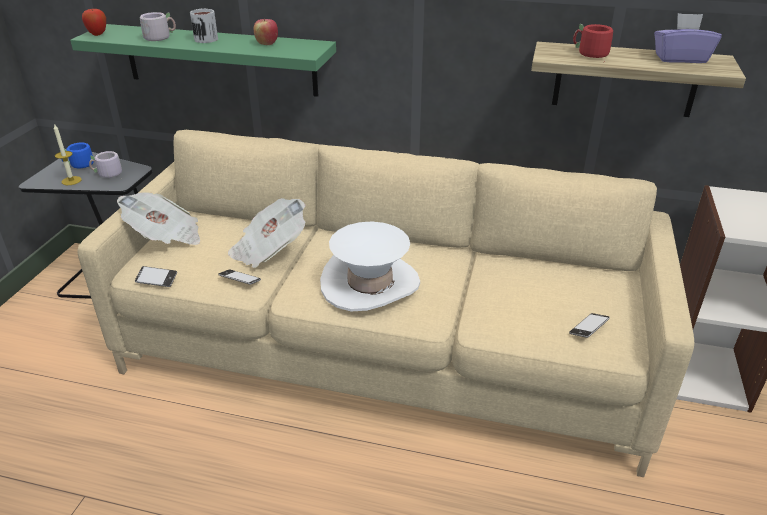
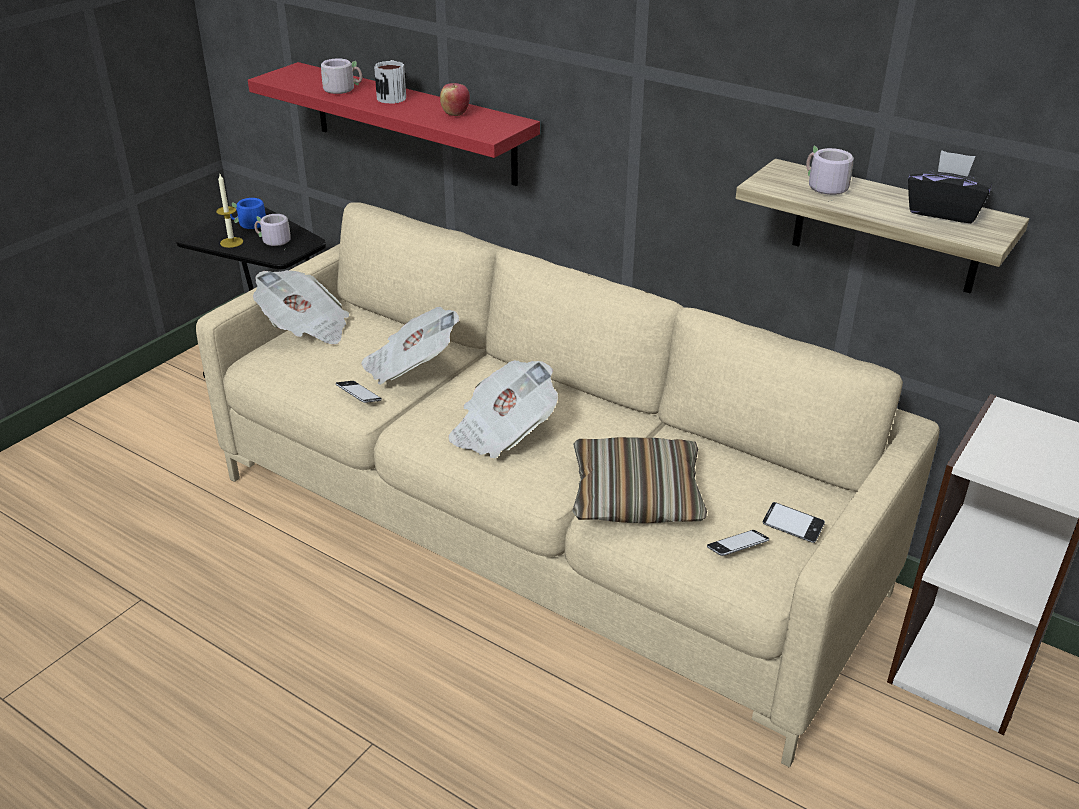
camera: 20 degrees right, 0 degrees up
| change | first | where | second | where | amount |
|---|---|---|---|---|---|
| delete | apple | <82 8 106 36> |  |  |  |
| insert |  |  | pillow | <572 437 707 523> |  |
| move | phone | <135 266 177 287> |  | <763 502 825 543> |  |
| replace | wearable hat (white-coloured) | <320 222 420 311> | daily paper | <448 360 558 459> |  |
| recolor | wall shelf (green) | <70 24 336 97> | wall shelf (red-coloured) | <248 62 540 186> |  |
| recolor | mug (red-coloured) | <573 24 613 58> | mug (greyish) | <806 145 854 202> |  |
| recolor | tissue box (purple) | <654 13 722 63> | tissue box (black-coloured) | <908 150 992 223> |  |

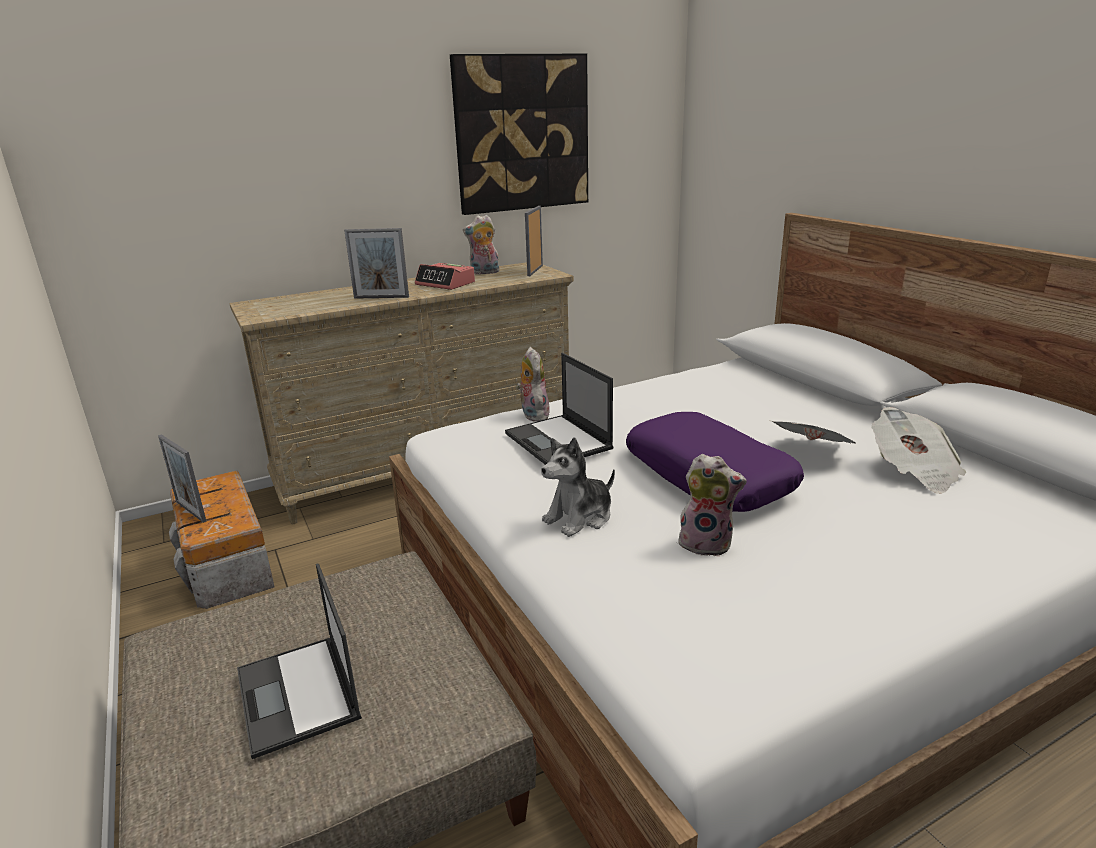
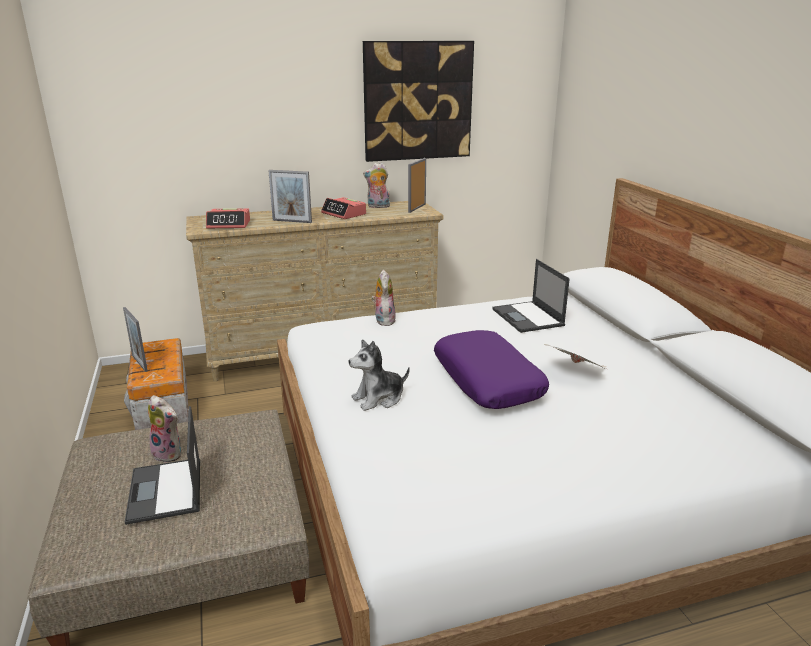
camera: 10 degrees right, 0 degrees up
| change | first | where | second | where | amount |
|---|---|---|---|---|---|
| delete | daily paper | <871 407 966 494> |  |  |  |
| insert |  |  | table clock | <206 208 250 228> |  |
| move | laptop | <505 353 614 465> |  | <492 259 570 333> |  |
| move | plush toy | <676 454 747 557> |  | <148 395 181 463> |  |

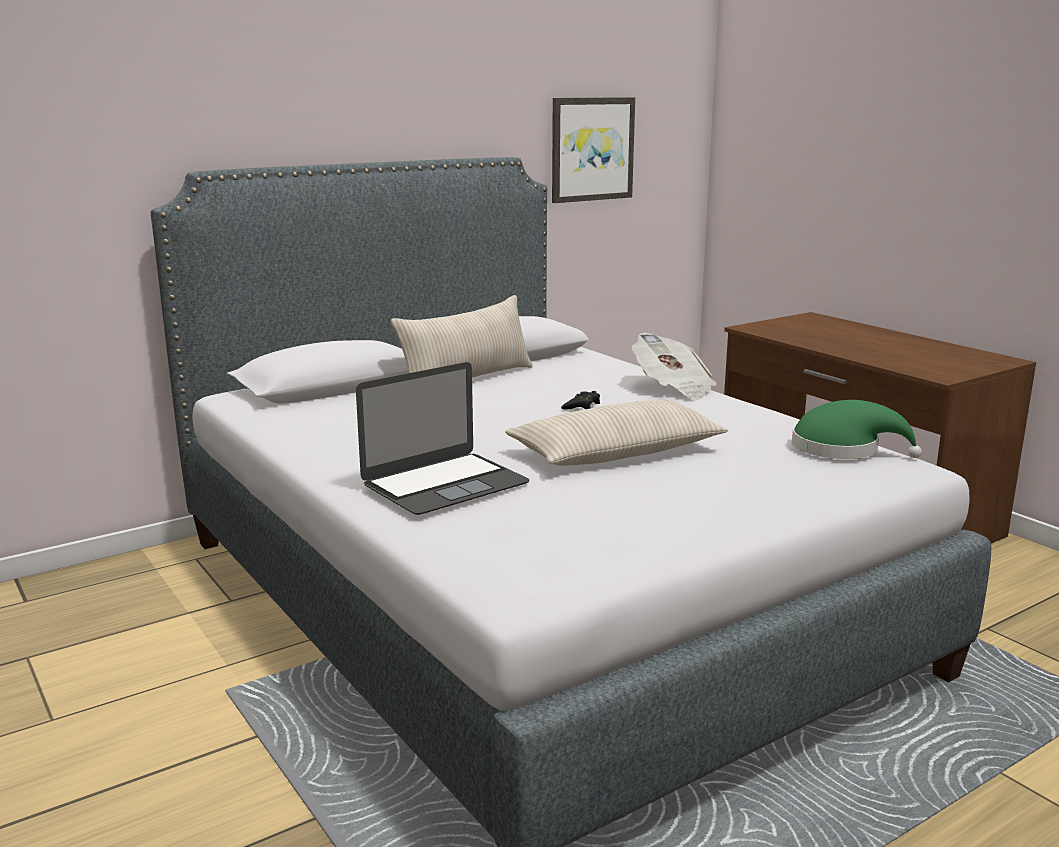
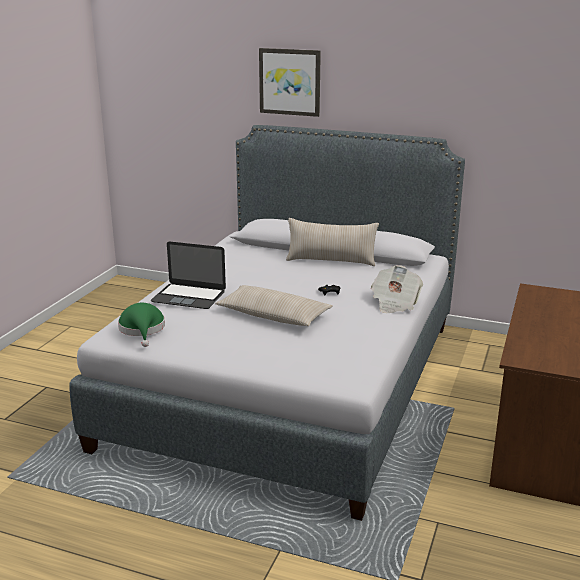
camera: 55 degrees right, 5 degrees up
| change | first | where | second | where | amount |
|---|---|---|---|---|---|
| move | picture | <552 97 635 203> |  | <259 48 321 117> |  |
| move | wearable hat (green) | <792 400 922 459> |  | <118 303 165 347> |  |

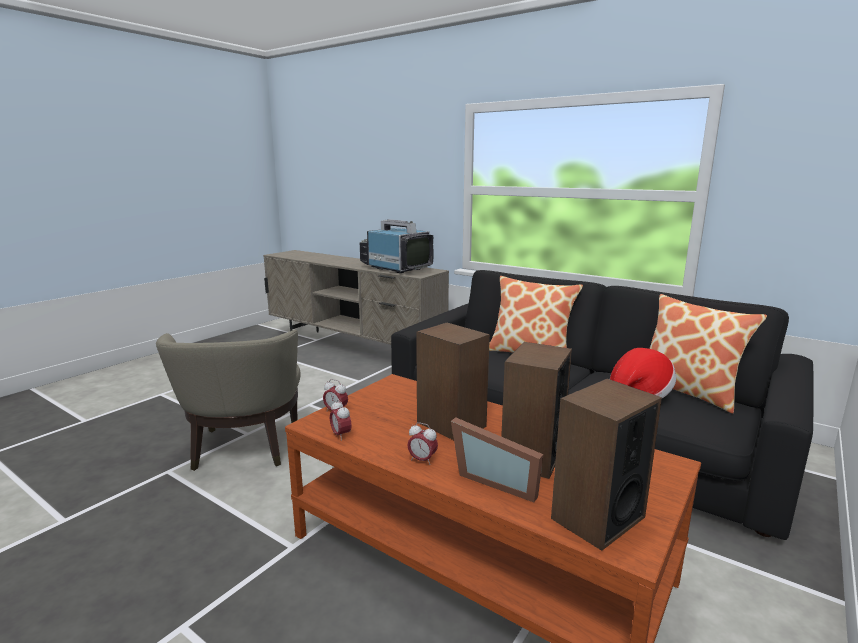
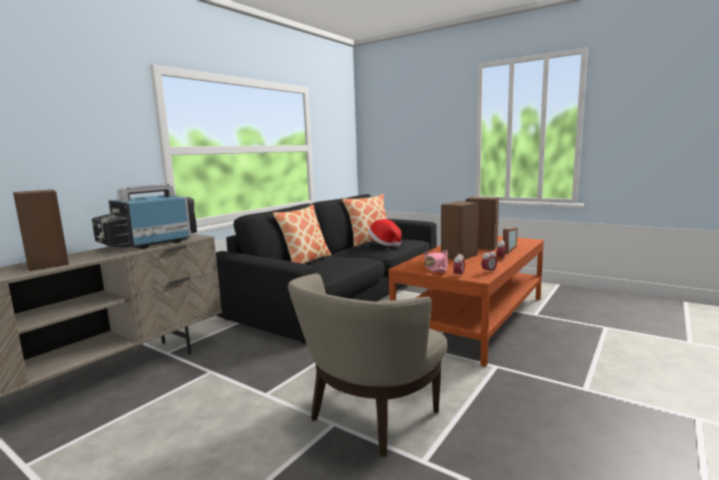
camera: 90 degrees left, 5 degrees down
| change | first | where | second | where | amount |
|---|---|---|---|---|---|
| insert |  |  | wearable hat (pink-coloured) | <424 250 448 272> |  |
| move | speaker | <551 379 662 551> |  | <13 190 69 271> |  |
| rotate | armchair (sand-coloured) | <156 330 300 471> |  | <288 273 447 456> | 135 degrees clockwise |

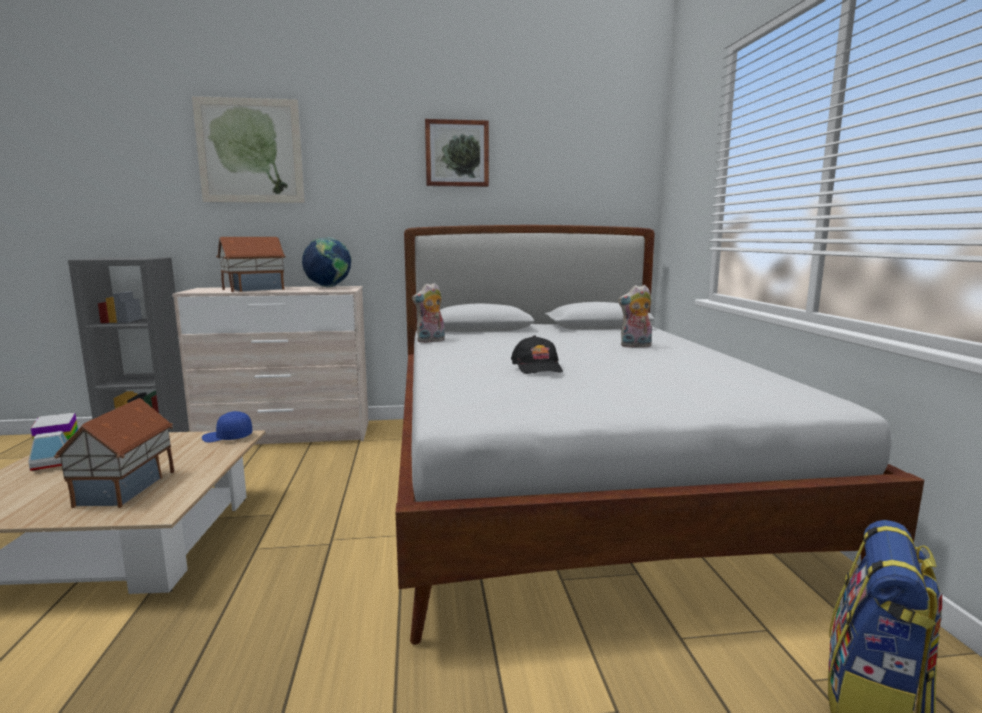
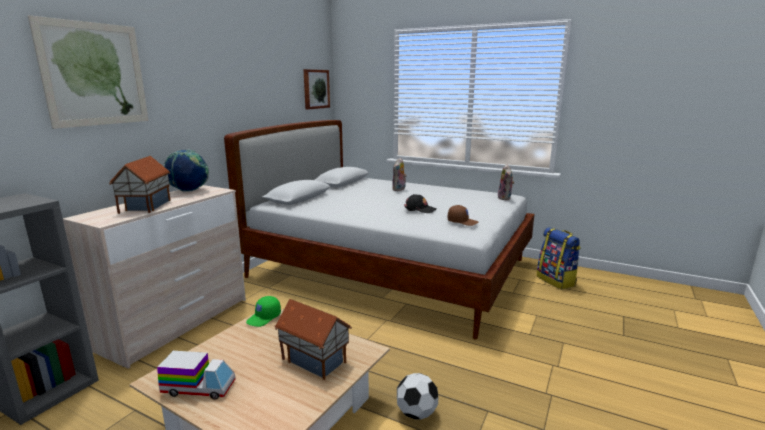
camera: 55 degrees left, 5 degrees up
| change | first | where | second | where | amount |
|---|---|---|---|---|---|
| insert |  |  | ball for football | <397 373 438 420> |  |
| insert |  |  | baseball cap (brown) | <448 205 478 226> |  |
| move | plush toy | <412 283 445 343> |  | <498 164 515 200> |  |
| move | picture | <425 119 489 187> |  | <303 69 330 109> |  |
| recolor | baseball cap (blue) | <202 411 252 443> | baseball cap (green) | <246 296 281 327> |  |

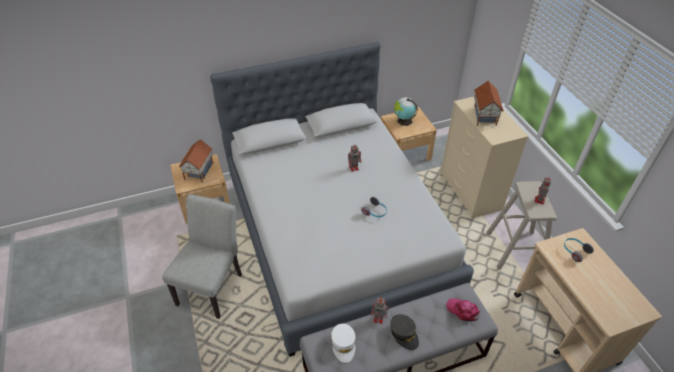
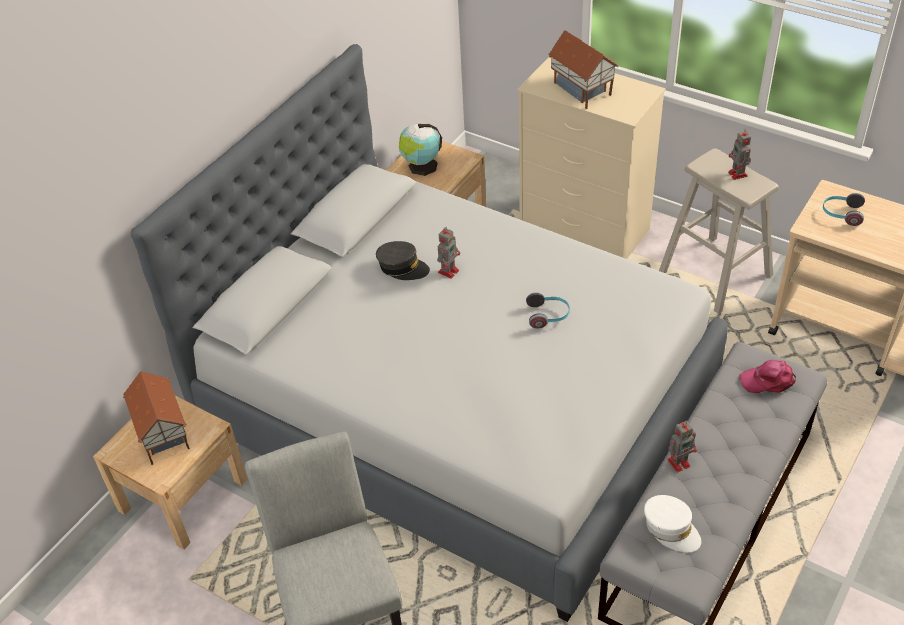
camera: 35 degrees left, 0 degrees up
| change | first | where | second | where | amount |
|---|---|---|---|---|---|
| move | baseball cap (greyish) | <391 314 419 350> |  | <376 241 430 280> |  |

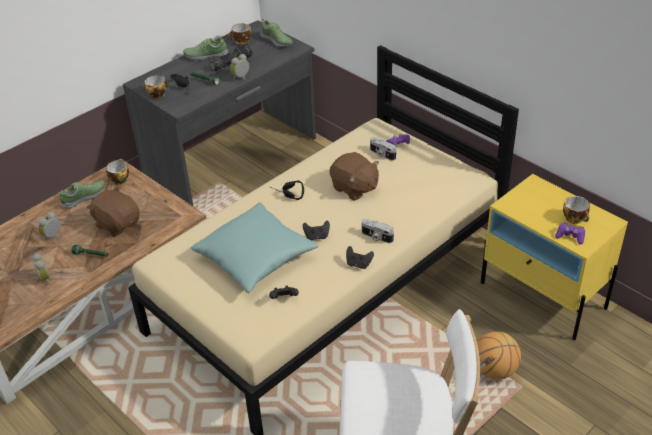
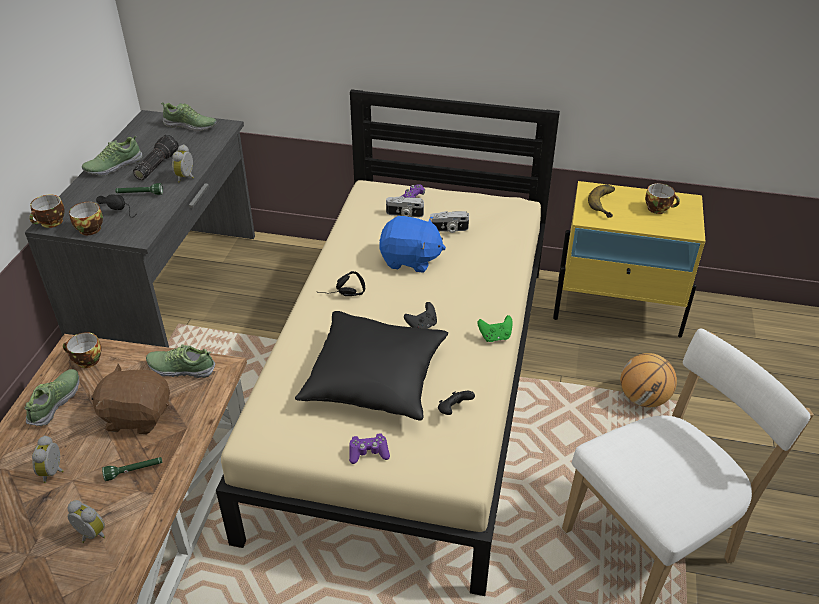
camera: 35 degrees left, 0 degrees up
| change | first | where | second | where | amount |
|---|---|---|---|---|---|
| insert |  |  | shoe | <146 344 215 378> |  |
| insert |  |  | whole banana | <588 185 615 218> |  |
| move | drinking cup | <228 23 251 45> |  | <29 195 65 228> |  |
| move | photo camera | <362 219 394 243> |  | <430 211 469 233> |  |
| move | joypad (purple) | <555 222 585 244> |  | <349 433 390 464> |  |
| recolor | pillow (blue-green) | <190 203 319 293> | pillow (black-coloured) | <295 311 448 421> |  |
| recolor | plush toy (brown) | <329 152 379 201> | plush toy (blue) | <379 216 446 273> |  |
| recolor | joypad (black-coloured) | <346 246 374 269> | joypad (green) | <478 315 513 342> |  |

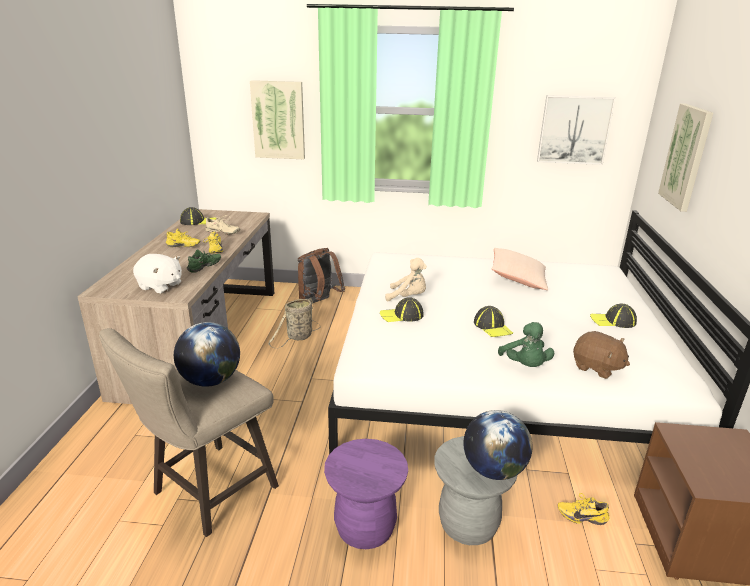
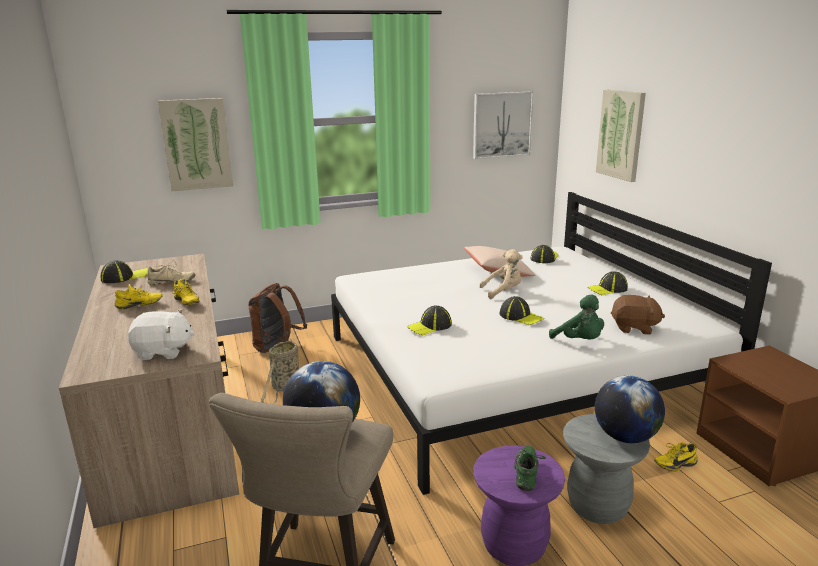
camera: 25 degrees left, 5 degrees down
| change | first | where | second | where | amount |
|---|---|---|---|---|---|
| insert |  |  | baseball cap | <531 245 559 263> |  |
| move | shoe (green) | <187 250 221 273> |  | <514 446 546 491> |  |
| move | plush toy (sand-coloured) | <385 258 427 301> |  | <479 249 523 299> |  |

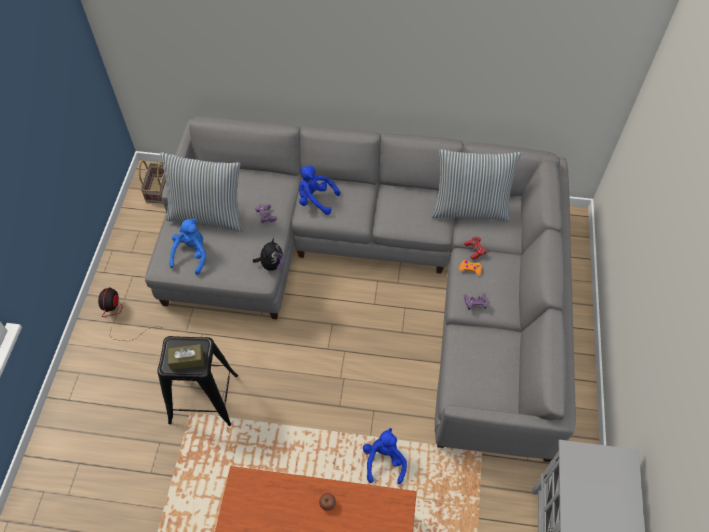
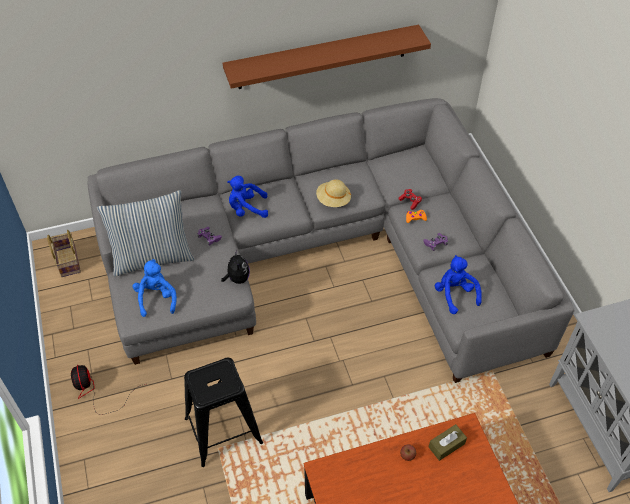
camera: 25 degrees left, 5 degrees down
| change | first | where | second | where | amount |
|---|---|---|---|---|---|
| delete | pillow | <432 149 521 222> |  |  |  |
| insert |  |  | wall shelf (brown) | <223 25 431 89> |  |
| insert |  |  | wearable hat (sand-coloured) | <316 179 351 207> |  |
| move | tissue box (brown) | <168 344 204 370> |  | <429 424 467 461> |  |
| move | plush toy (blue) | <363 428 407 484> |  | <435 255 482 314> |  |

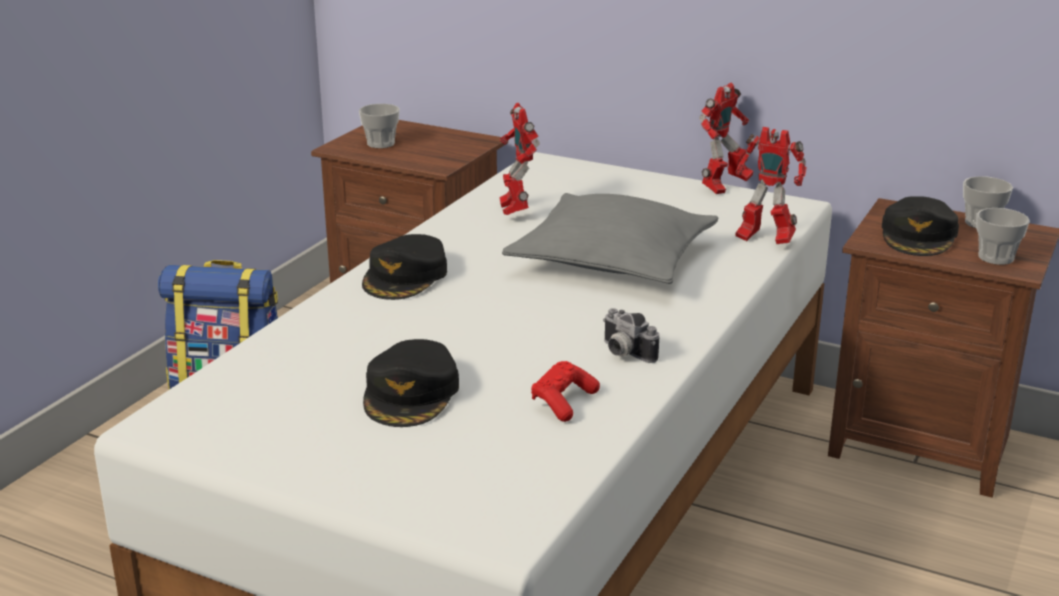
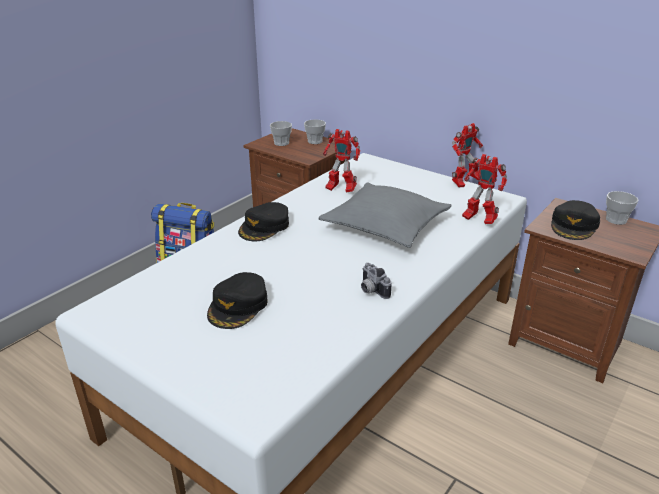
camera: 10 degrees right, 5 degrees up
| change | first | where | second | where | amount |
|---|---|---|---|---|---|
| delete | joypad (red-coloured) | <531 361 600 422> |  |  |  |
| move | drinking cup | <976 208 1030 265> |  | <304 120 326 144> |  |
| rotate | robot figure | <499 103 540 215> |  | <323 129 360 192> | 60 degrees counterclockwise |

